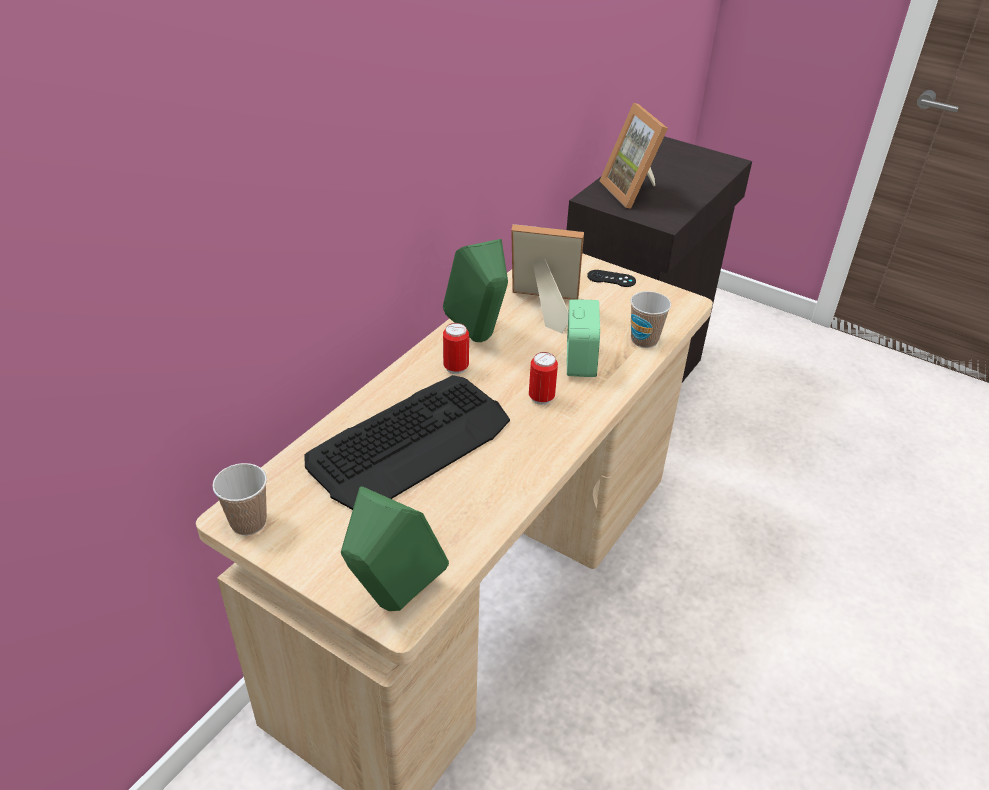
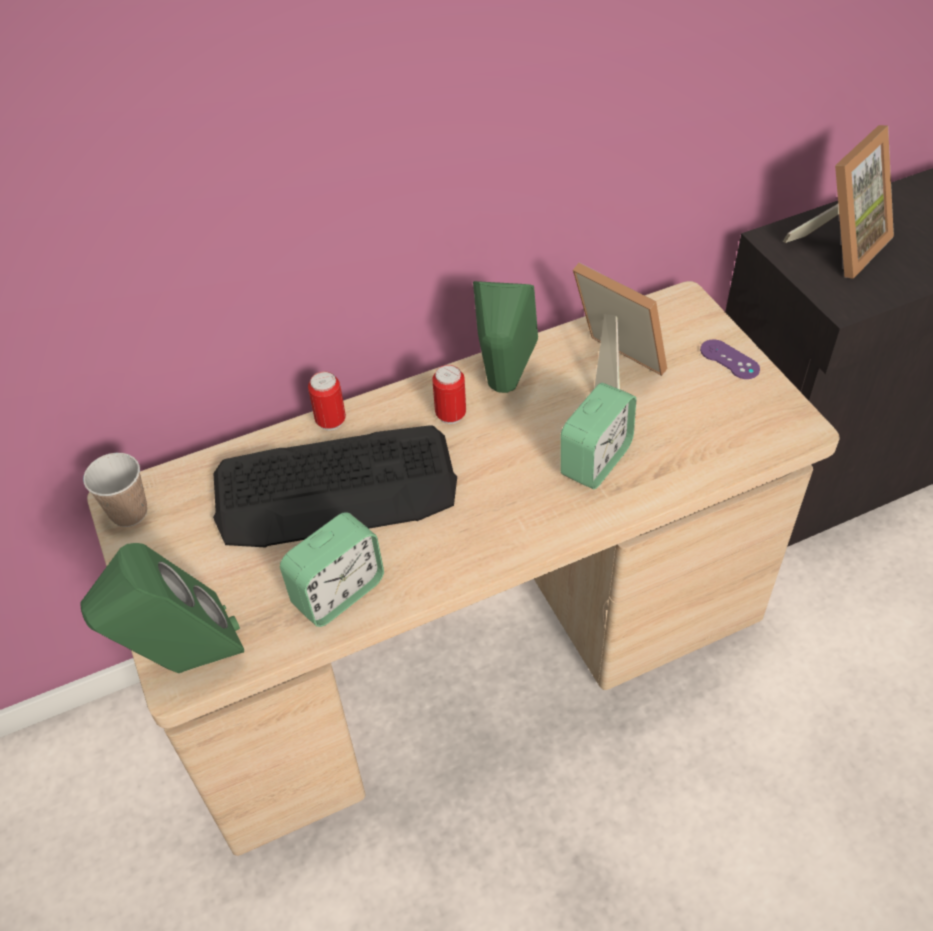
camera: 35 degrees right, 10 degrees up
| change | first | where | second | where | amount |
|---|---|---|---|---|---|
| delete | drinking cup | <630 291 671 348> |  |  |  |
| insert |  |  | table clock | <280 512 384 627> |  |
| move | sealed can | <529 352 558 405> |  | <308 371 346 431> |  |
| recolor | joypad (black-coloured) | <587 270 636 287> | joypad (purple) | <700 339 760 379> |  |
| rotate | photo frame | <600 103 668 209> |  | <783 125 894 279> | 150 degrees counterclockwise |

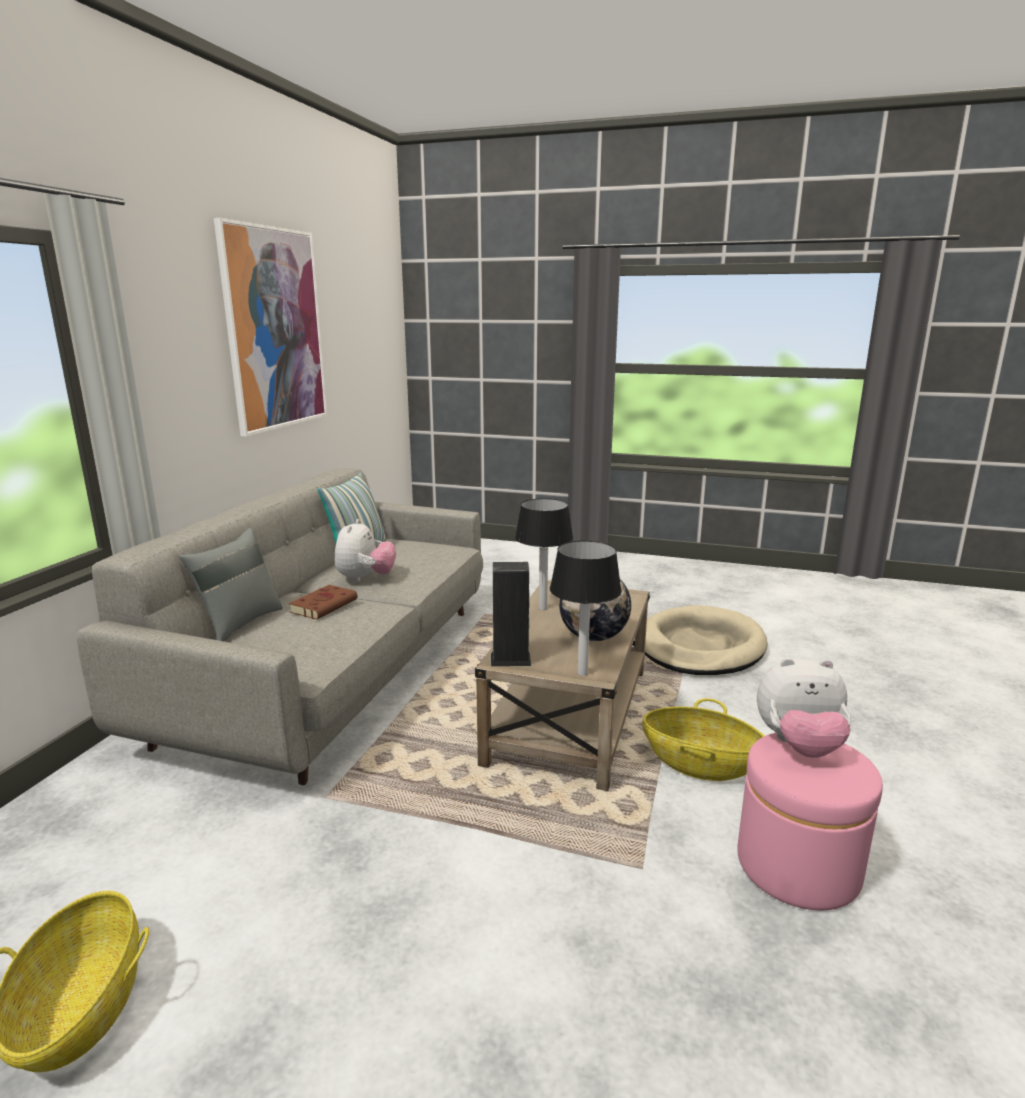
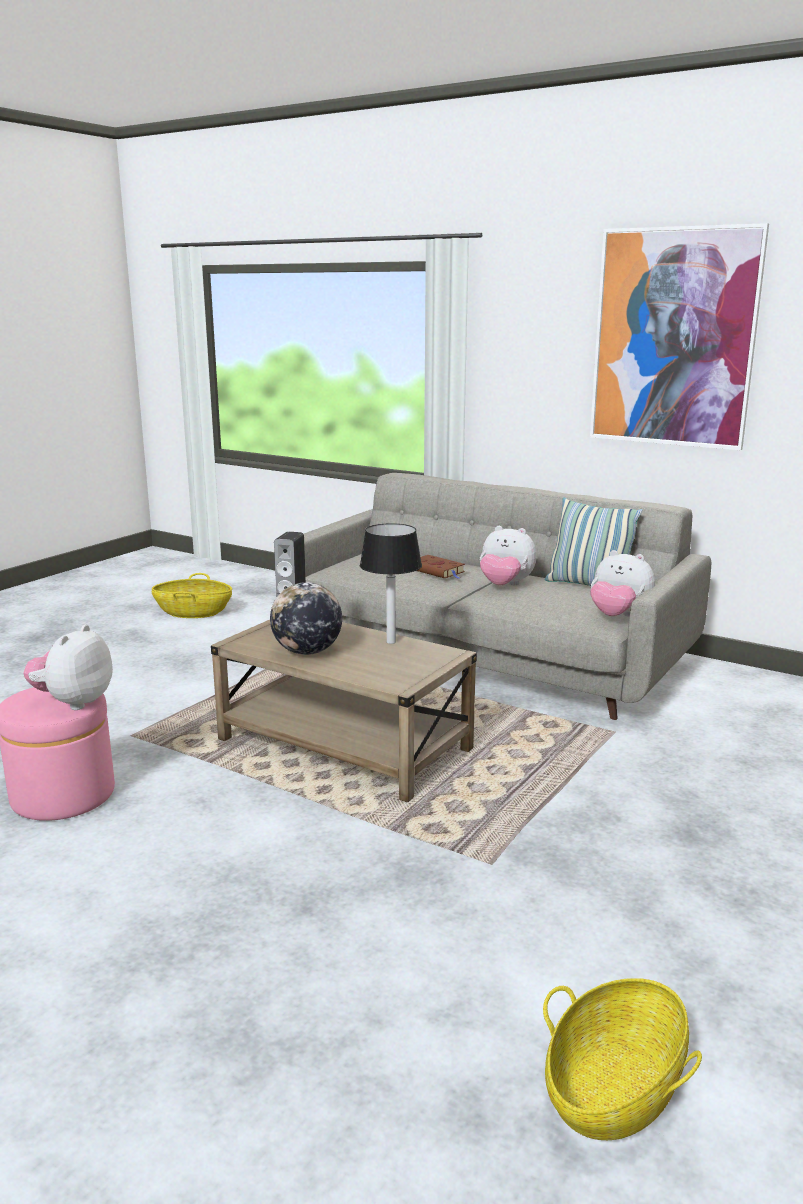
camera: 105 degrees right, 0 degrees up
| change | first | where | second | where | amount |
|---|---|---|---|---|---|
| delete | pillow (greyish) | <179 528 283 641> |  |  |  |
| delete | table lamp | <550 541 622 676> |  |  |  |
| delete | pet bed (sand-coloured) | <645 605 768 675> |  |  |  |
| insert |  |  | plush toy | <590 550 655 617> |  |
| move | household basket | <642 698 764 781> |  | <543 978 702 1140> |  |

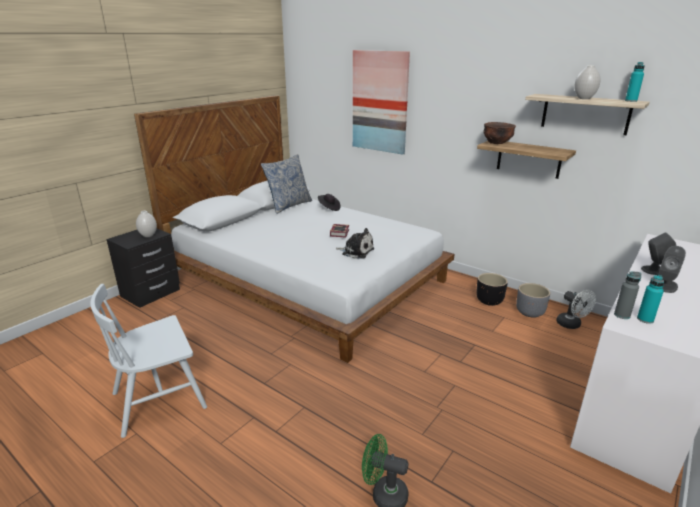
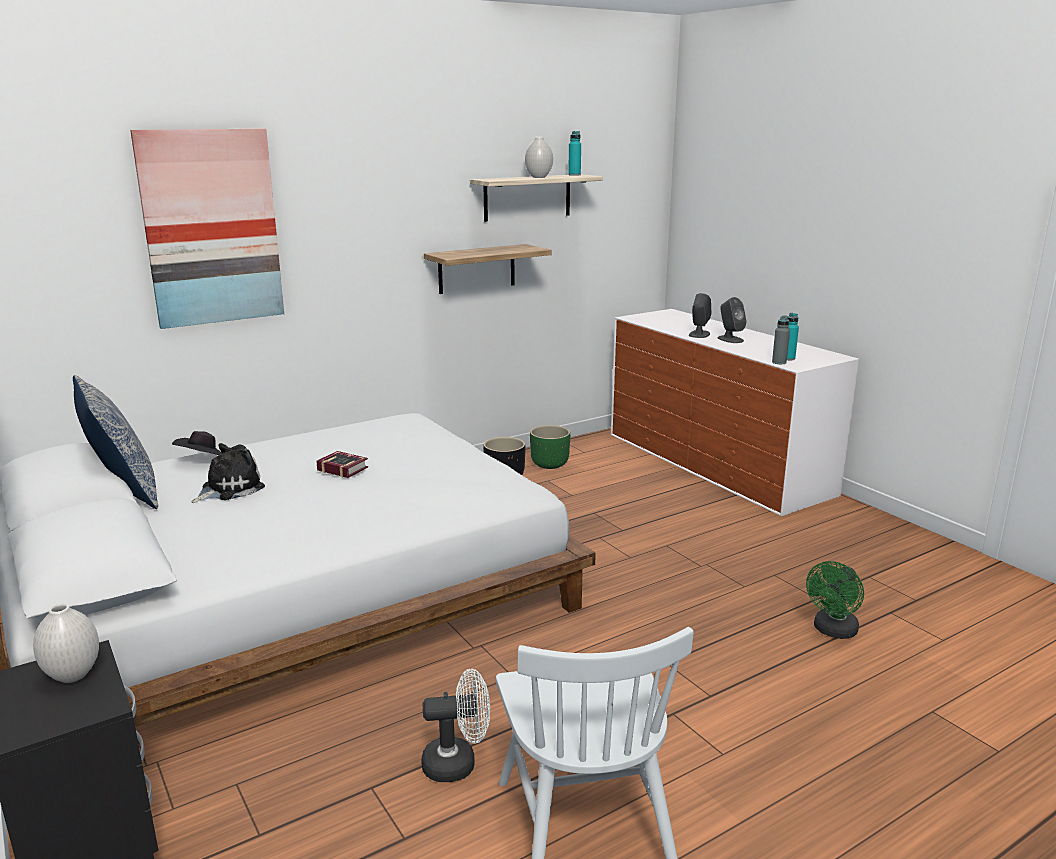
camera: 70 degrees left, 5 degrees down
| change | first | where | second | where | amount |
|---|---|---|---|---|---|
| delete | bowl (brown) | <484 122 516 144> |  |  |  |
| move | plush toy | <336 228 374 259> |  | <191 443 265 503> |  |
| move | electric fan (white-coloured) | <556 290 596 329> |  | <421 669 490 782> |  |
| recolor | plant pot (greyish) | <516 283 550 318> | plant pot (green) | <530 425 570 469> |  |

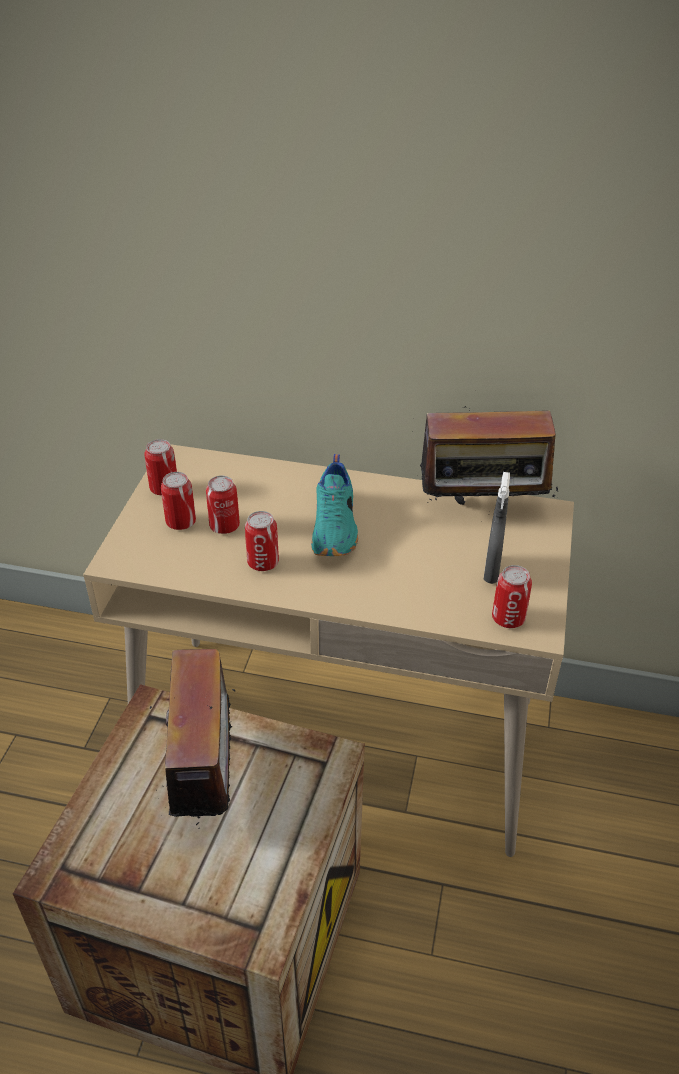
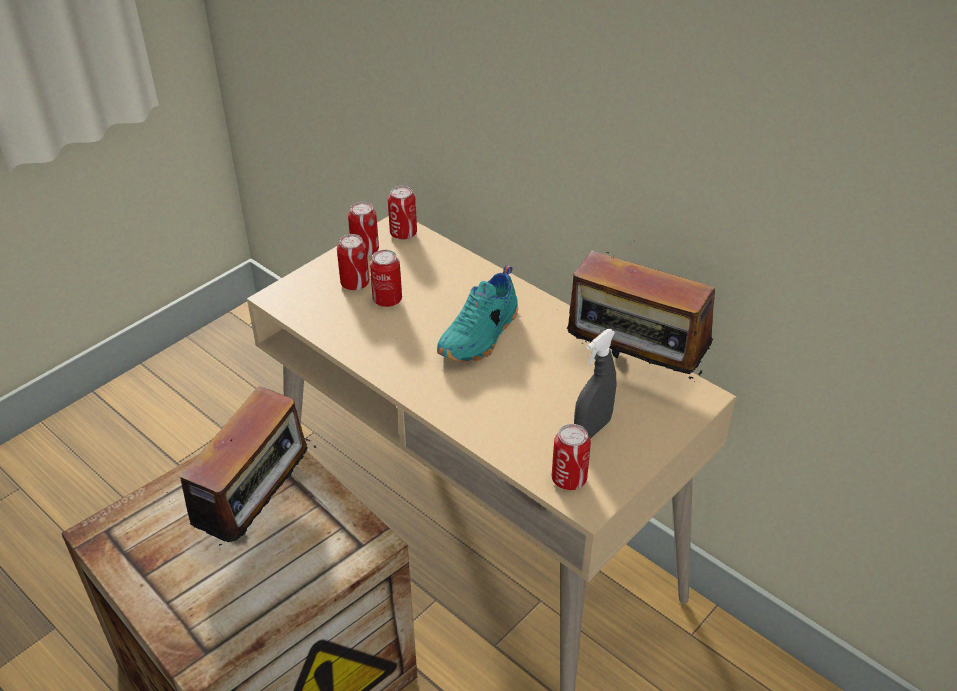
camera: 30 degrees right, 0 degrees up
| change | first | where | second | where | amount |
|---|---|---|---|---|---|
| move | sealed can | <245 511 279 571> |  | <388 186 417 240> |  |

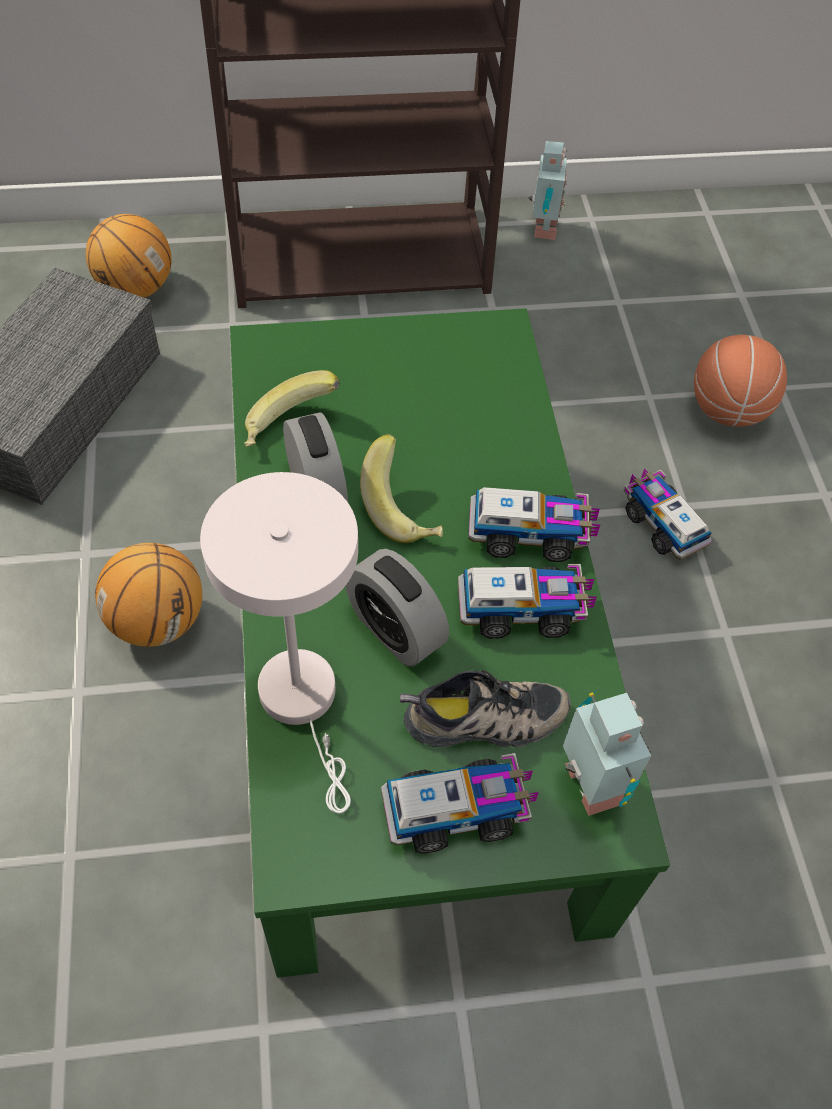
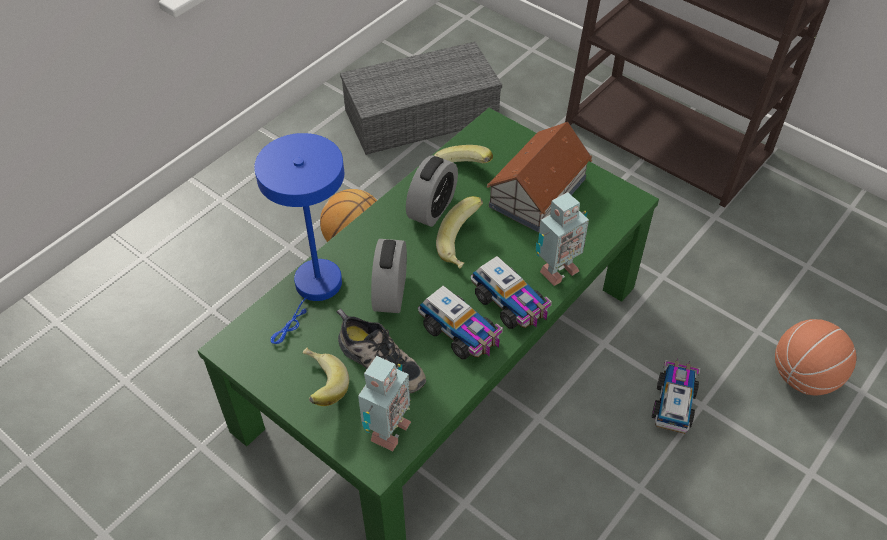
camera: 50 degrees right, 5 degrees down
| change | first | where | second | where | amount |
|---|---|---|---|---|---|
| delete | basketball | <86 214 172 298> |  |  |  |
| insert |  |  | miniature house | <487 122 593 232> |  |
| move | robot figure | <529 141 567 240> |  | <536 192 589 286> |  |
| replace | model truck | <381 753 539 854> | whole banana | <303 348 349 406> |  |
| recolor | table lamp (white-coloured) | <200 472 358 814> | table lamp (blue) | <254 133 344 344> |  |

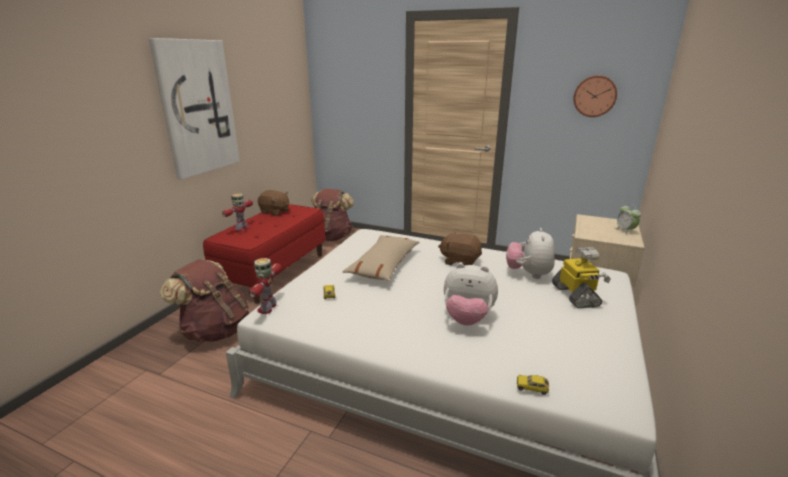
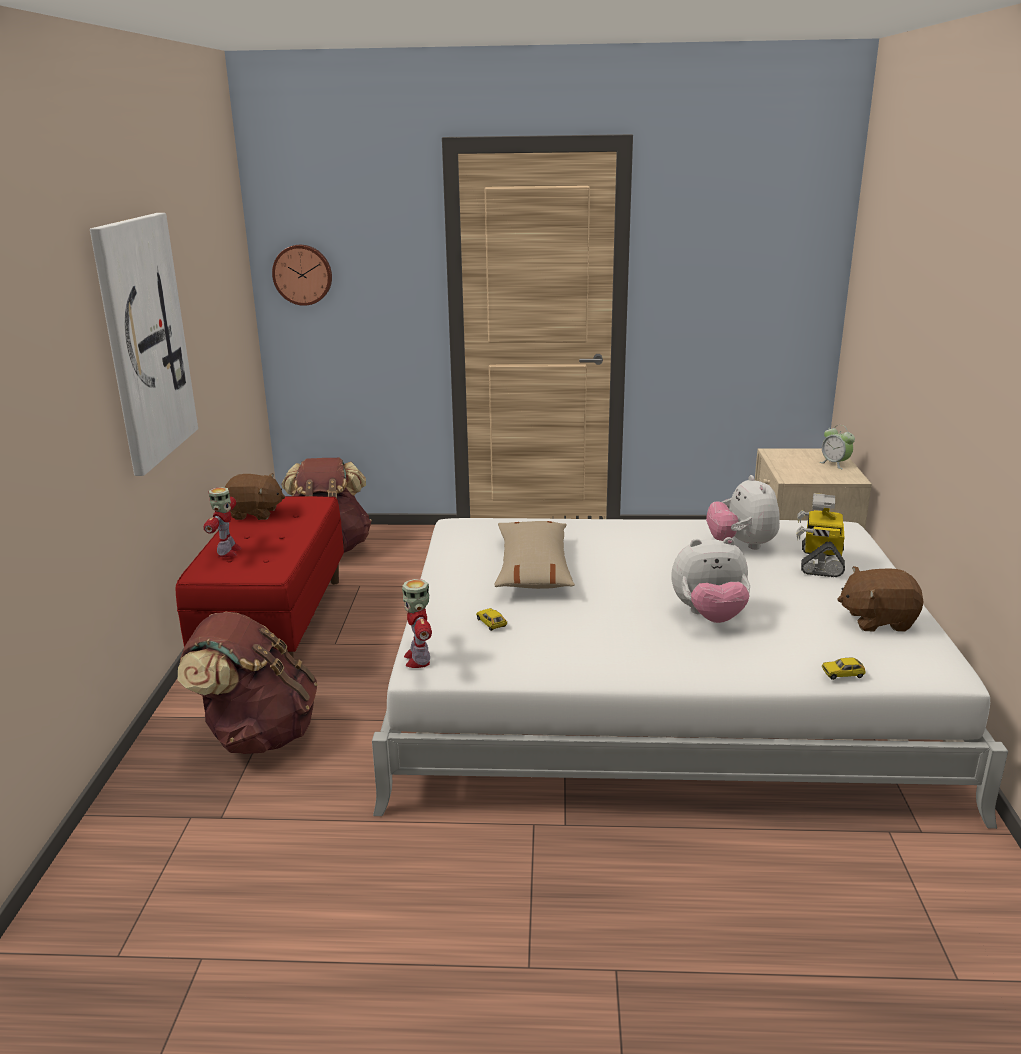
camera: 20 degrees left, 0 degrees up
| change | first | where | second | where | amount |
|---|---|---|---|---|---|
| move | plush toy (brown) | <438 231 482 265> |  | <837 566 924 632> |  |
| move | hanging clock | <573 75 617 117> |  | <272 245 332 306> |  |
| rotate | robot figure | <552 247 611 308> |  | <796 493 845 577> | 135 degrees counterclockwise |

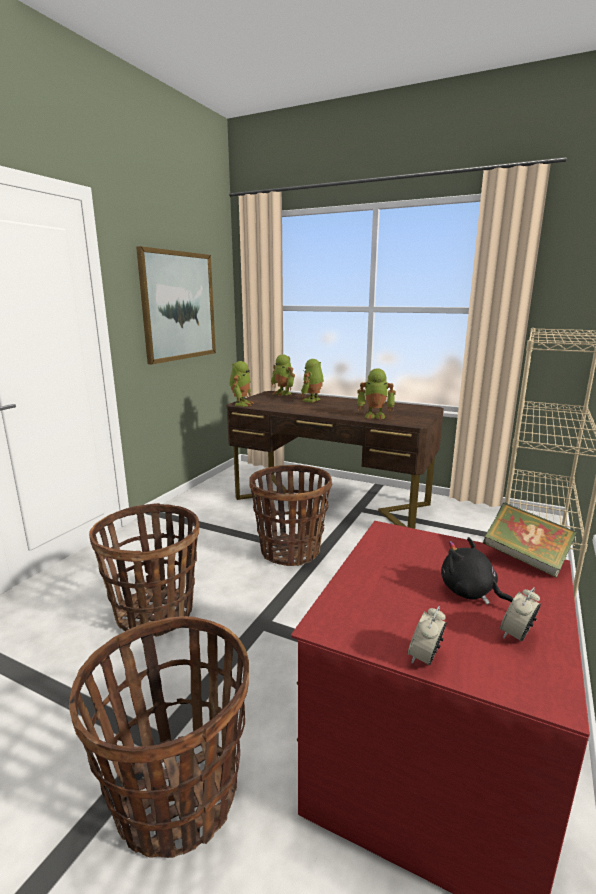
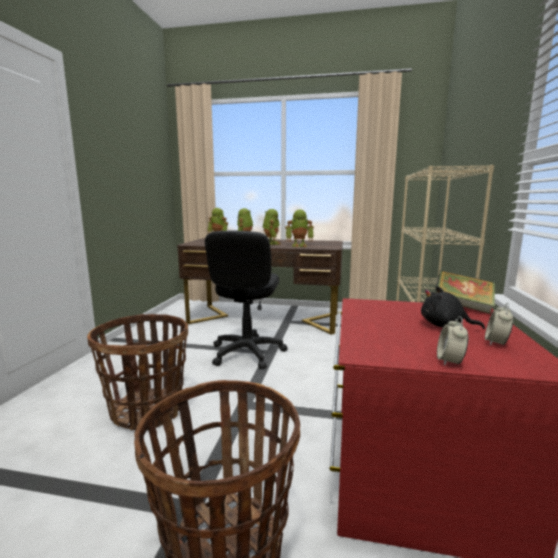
camera: 15 degrees left, 5 degrees down
| change | first | where | second | where | amount |
|---|---|---|---|---|---|
| delete | picture | <136 246 216 365> |  |  |  |
| move | robot figure | <229 361 254 406> |  | <263 209 280 245> |  |
| replace | household basket | <249 465 333 566> | desk chair (black-coloured) | <205 231 288 369> |  |

